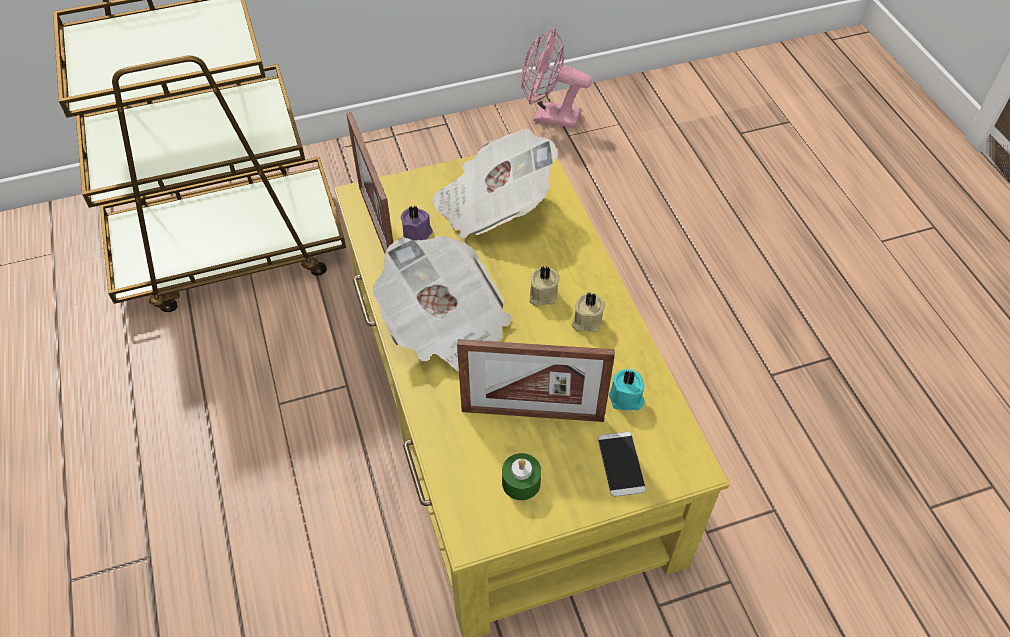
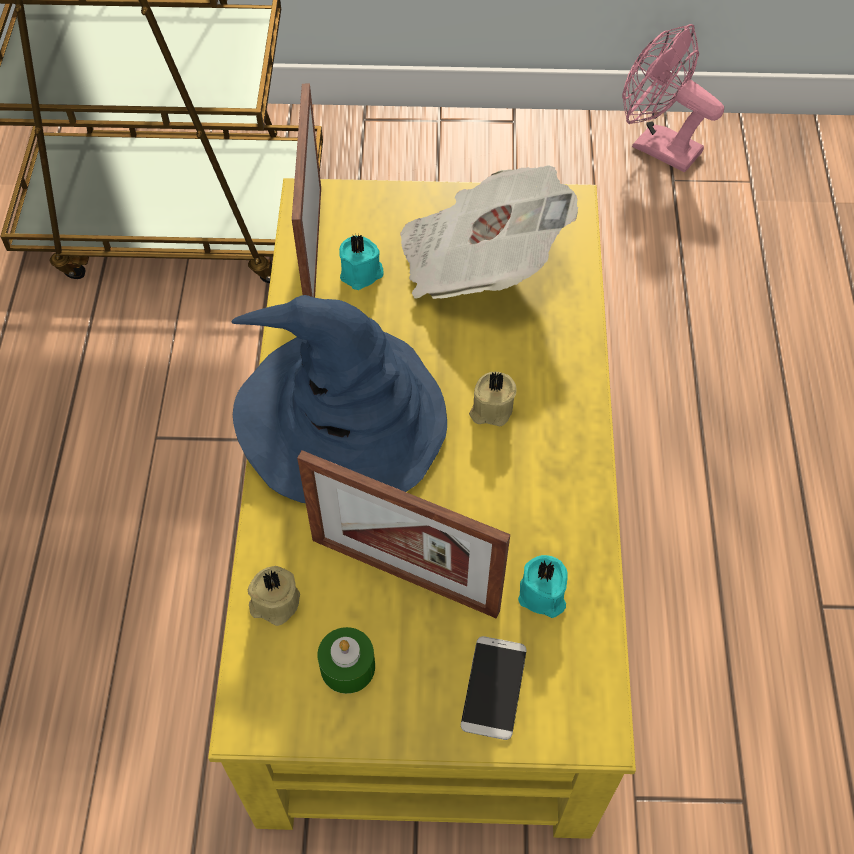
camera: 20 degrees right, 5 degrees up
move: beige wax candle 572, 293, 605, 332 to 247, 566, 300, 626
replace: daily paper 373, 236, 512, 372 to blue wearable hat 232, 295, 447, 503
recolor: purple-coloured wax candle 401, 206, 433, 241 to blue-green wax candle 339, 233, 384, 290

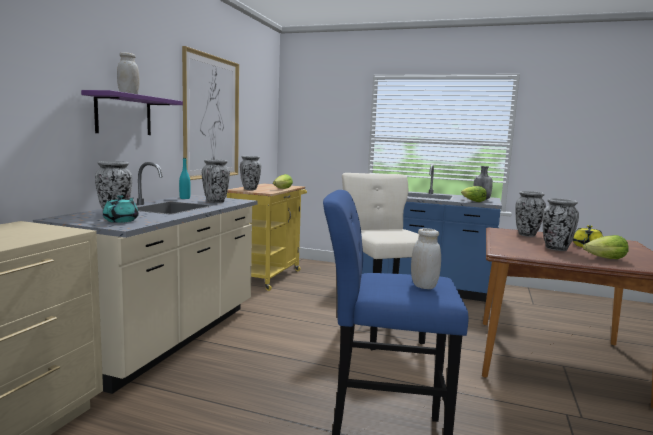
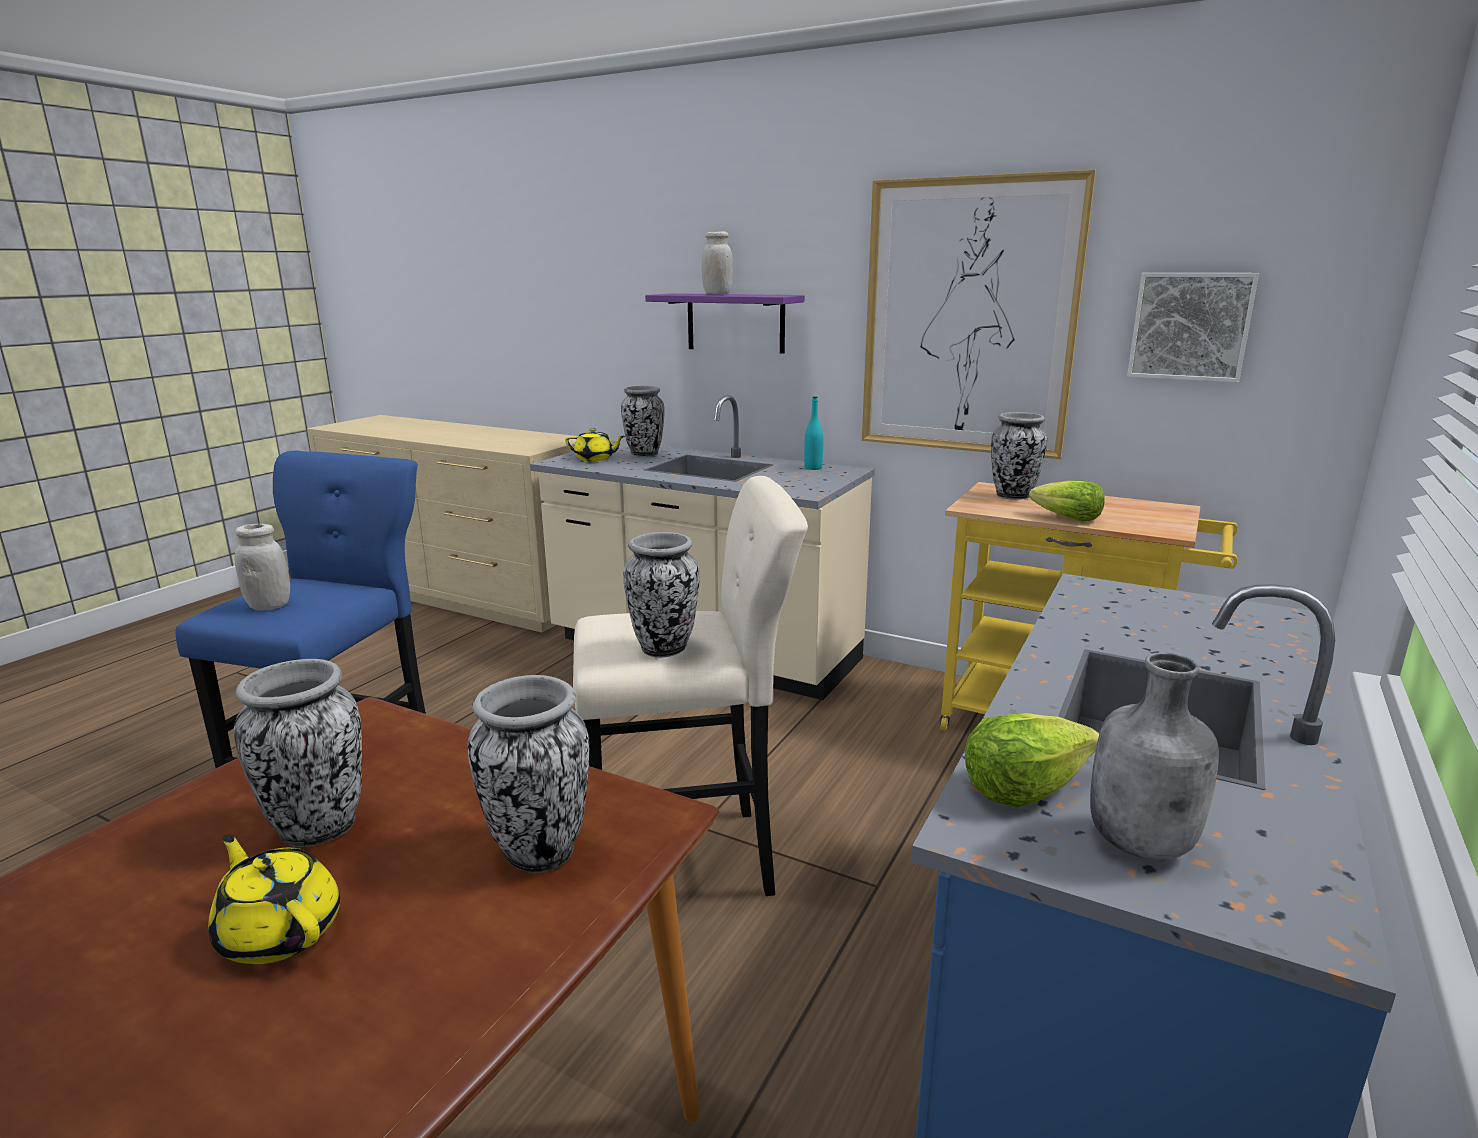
camera: 100 degrees right, 10 degrees up
delete: lettuce head 583, 235, 629, 259
insert: picture 1127, 273, 1259, 383
move: flower vase 202, 159, 230, 203 to 623, 532, 700, 658
recolor: blue-green tea pot 103, 195, 139, 223 to yellowish tea pot 565, 428, 625, 461

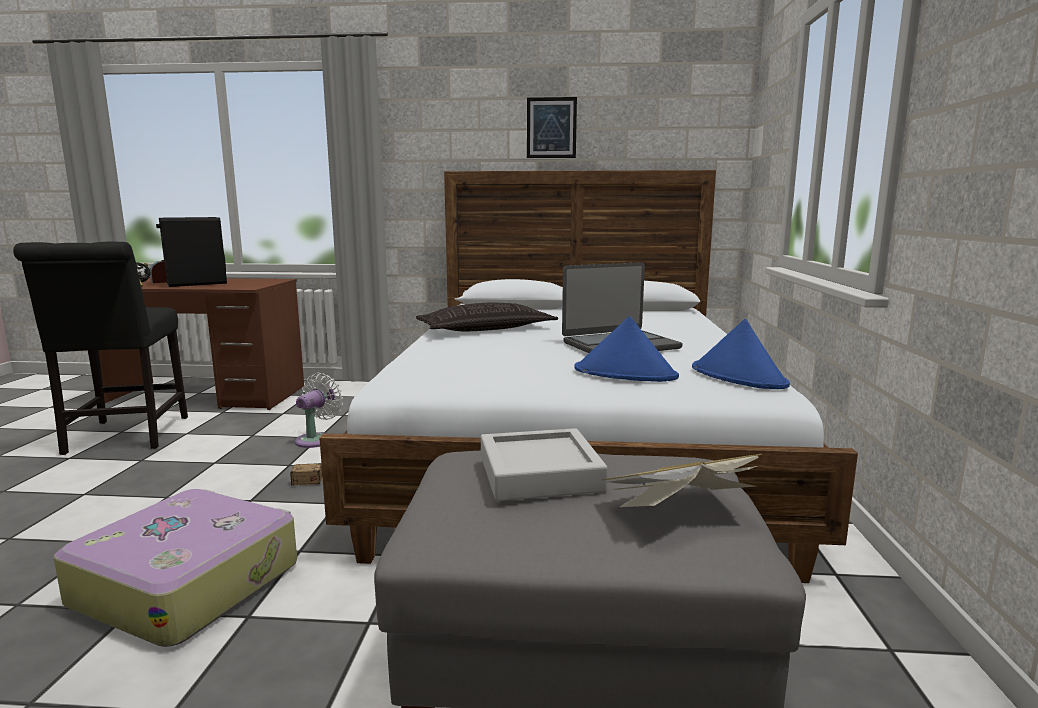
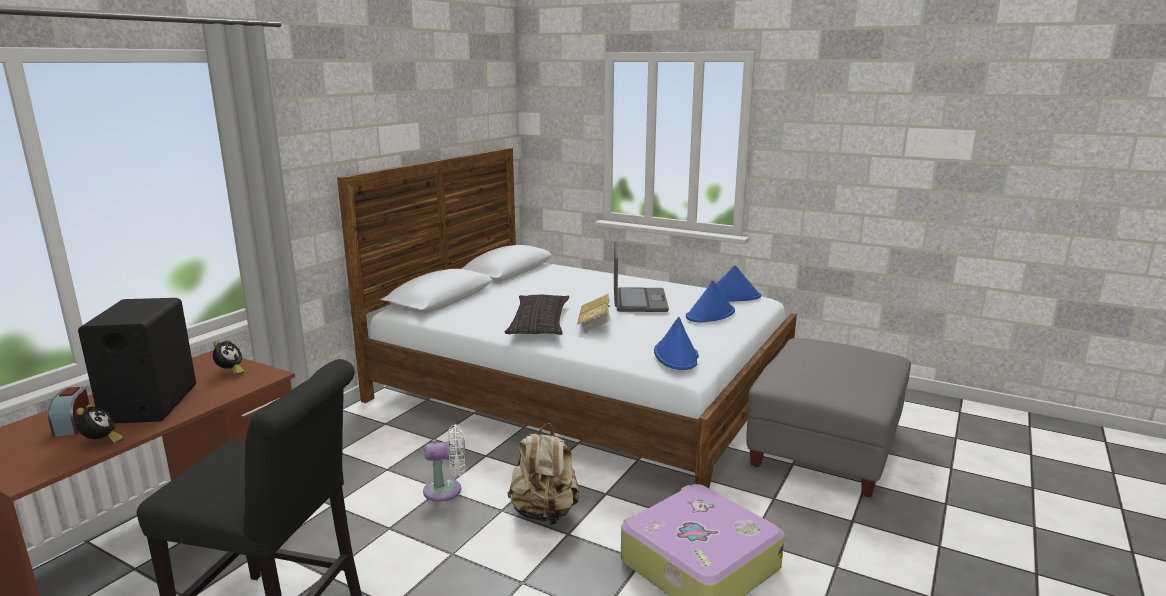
camera: 65 degrees left, 5 degrees up
delete: gray tray 481, 428, 608, 501; picture 527, 97, 577, 158
insert: alarm clock 213, 340, 245, 375; blue wearable hat 654, 317, 699, 370
move: book 602, 454, 762, 507 to 577, 293, 611, 332
replace: storage box 247, 439, 323, 486 to beige rucksack 507, 423, 579, 525
rotate: white-coloured fan 295, 373, 343, 448 = 423, 424, 465, 502 120 degrees clockwise

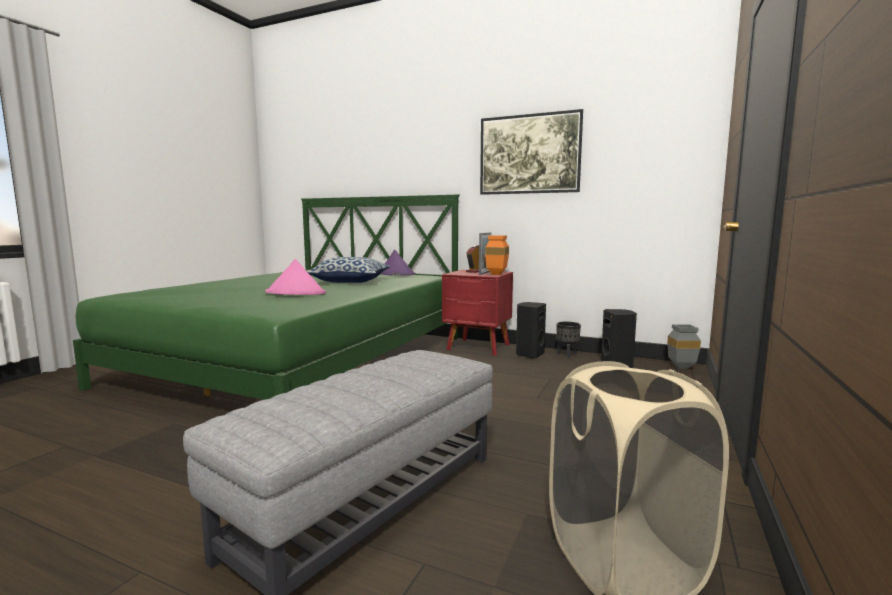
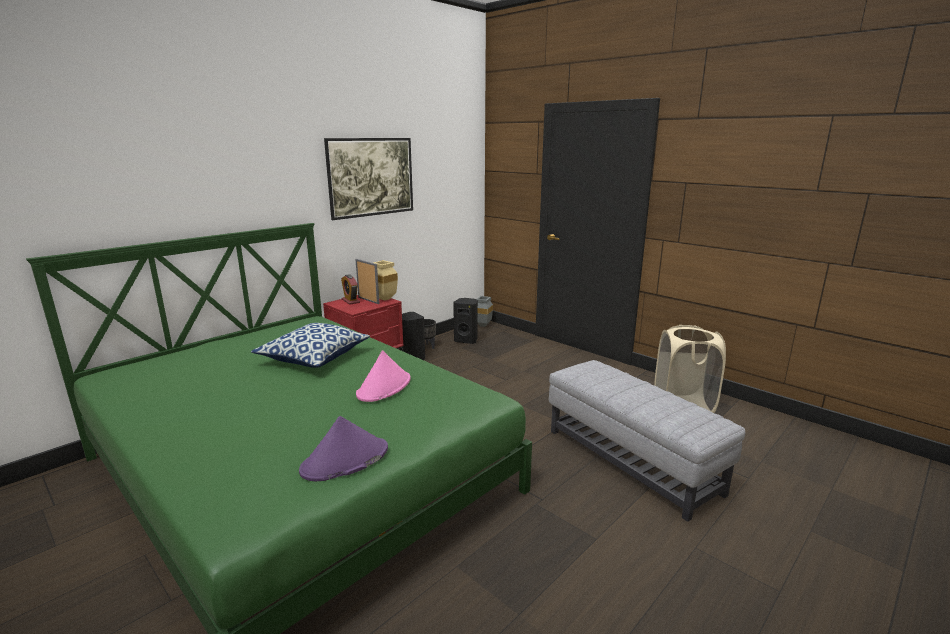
camera: 70 degrees left, 10 degrees up
move: purple-coloured wearable hat 380, 250, 415, 276 to 299, 416, 388, 481
recolor: orange-coloured flower vase 485, 235, 509, 275 to beige flower vase 373, 260, 398, 300

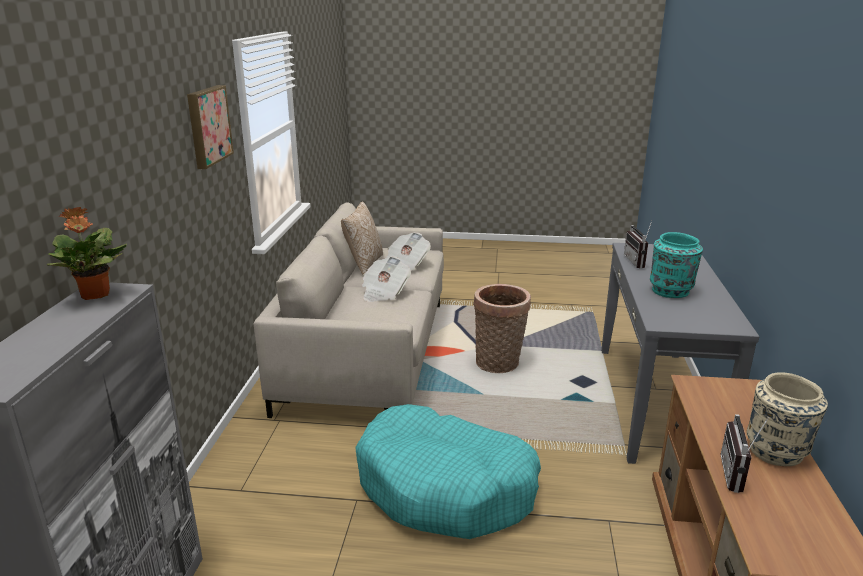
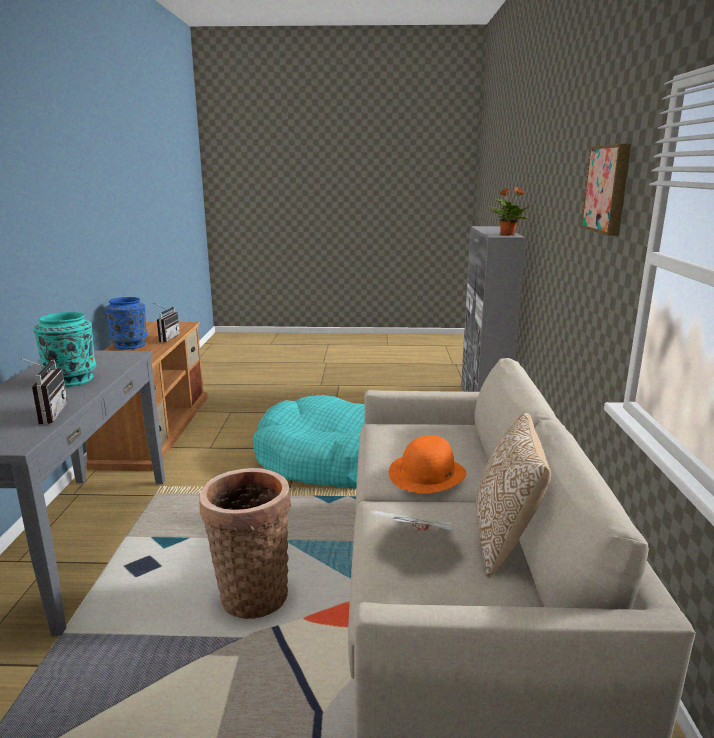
camera: 175 degrees right, 5 degrees down
replace: daily paper 361, 256, 411, 302 to orange-coloured wearable hat 389, 435, 466, 493
recolor: beige flower vase 747, 372, 828, 466 to blue flower vase 105, 297, 147, 349

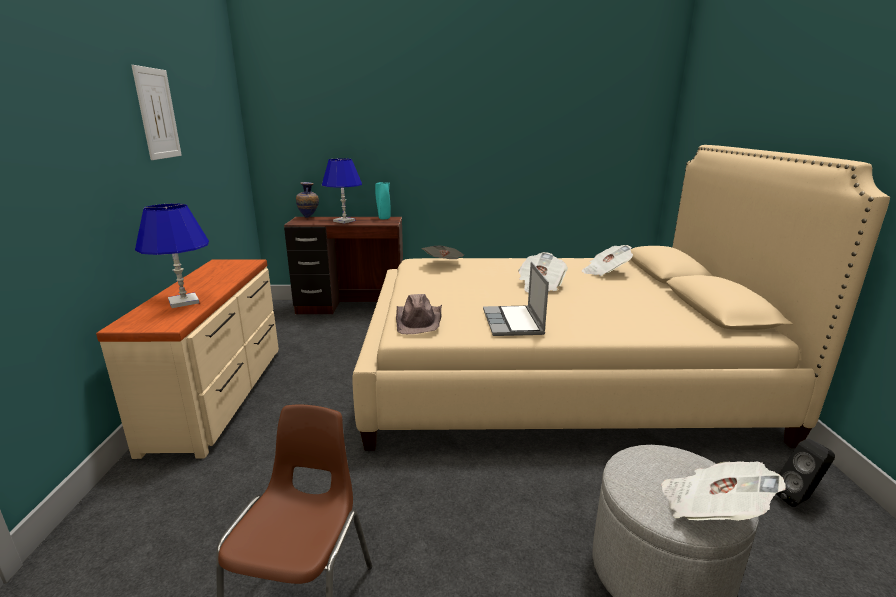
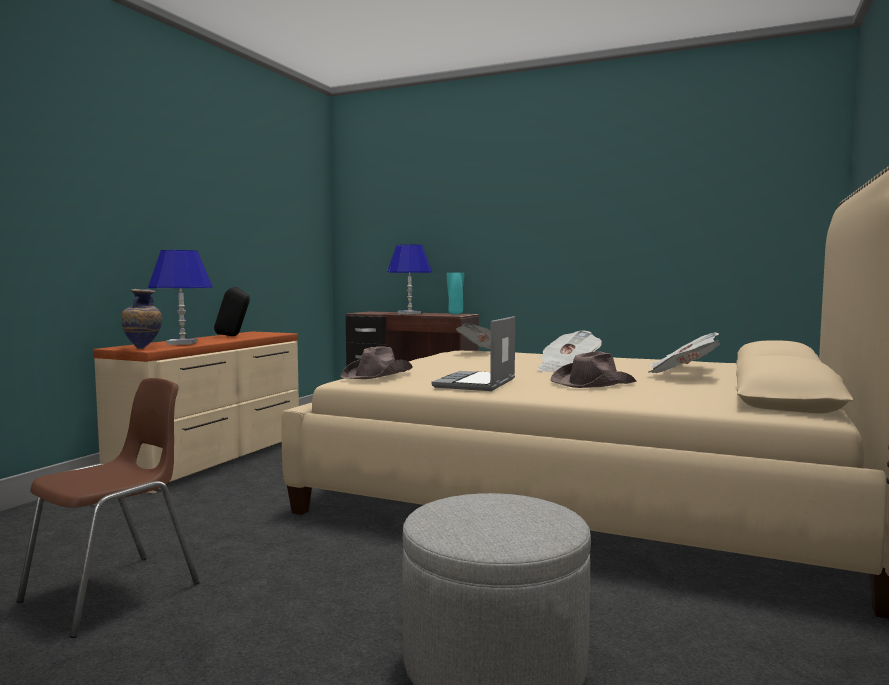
camera: 25 degrees right, 15 degrees down
delete: picture 131, 65, 182, 160
insert: brown-coloured wearable hat 550, 351, 637, 388
move: flower vase 296, 182, 319, 218 to 121, 289, 162, 349; daily paper 661, 461, 786, 521 to 648, 340, 721, 373; black-coloured audio speaker 776, 439, 835, 507 to 214, 287, 250, 336

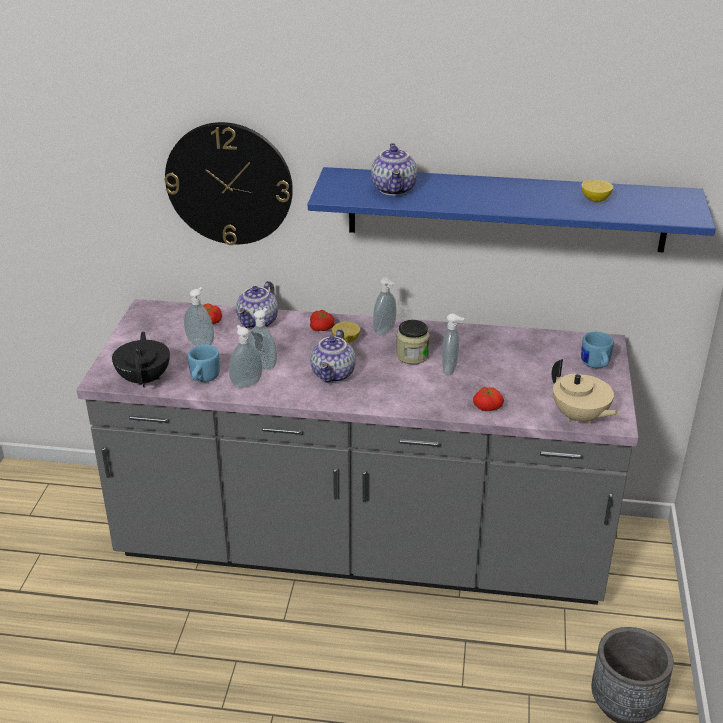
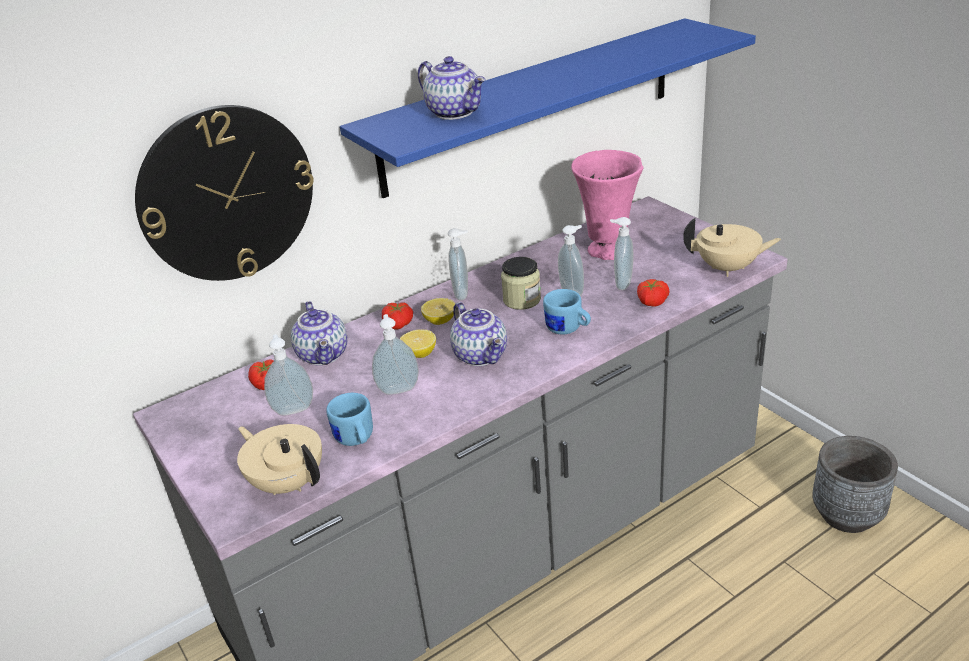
camera: 40 degrees left, 0 degrees up
insert: pinkish flower vase 571, 150, 643, 260
move: liquid soap bottle 229, 325, 263, 388 to 610, 217, 633, 290; citrus fruit 581, 180, 613, 202 to 400, 329, 436, 358; blue tea mug 581, 332, 614, 368 to 543, 289, 591, 334
recolor: black-coloured tea pot 112, 332, 170, 387 to beige tea pot 237, 424, 322, 495

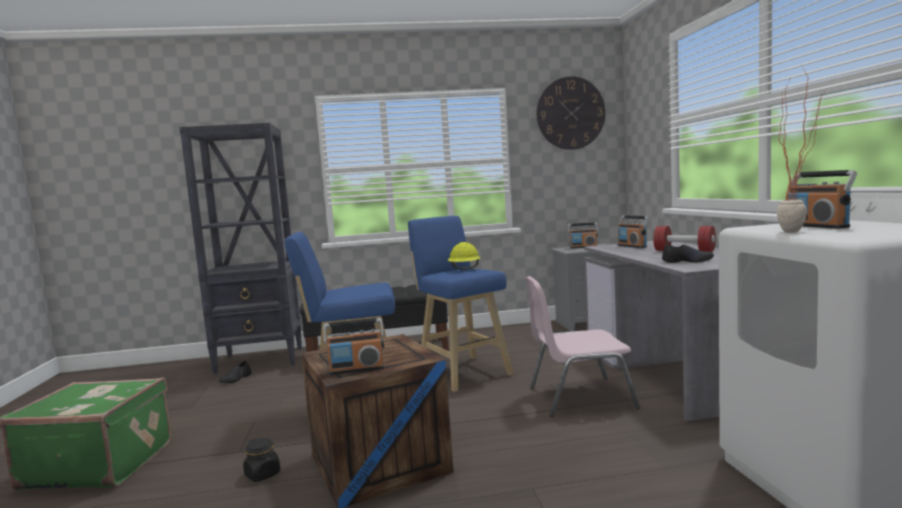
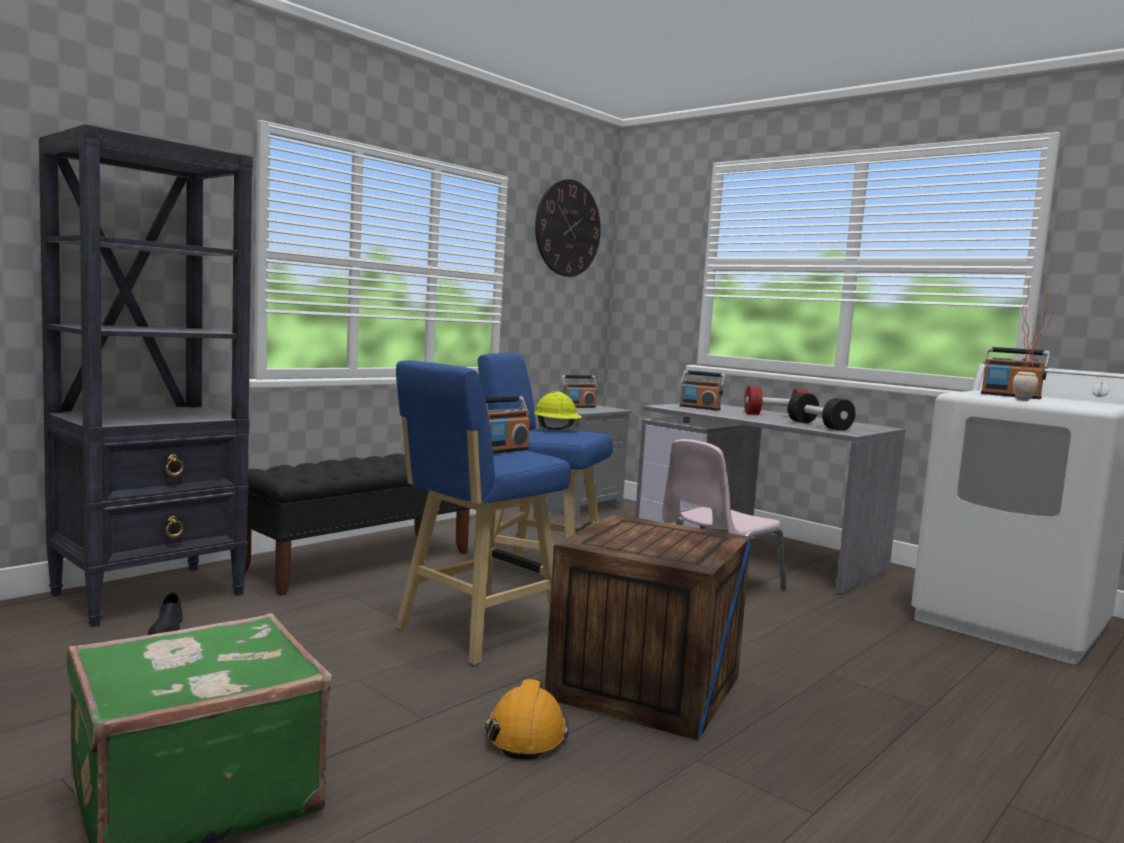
camera: 40 degrees left, 0 degrees up
move: radio receiver 323, 318, 384, 375 to 485, 396, 530, 454
replace: black-coloured preserve jar 243, 438, 280, 482 to orange-coloured hard hat 485, 678, 569, 760; black-coloured low shoe 662, 244, 714, 263 to black-coloured dumbbell 788, 393, 855, 431

